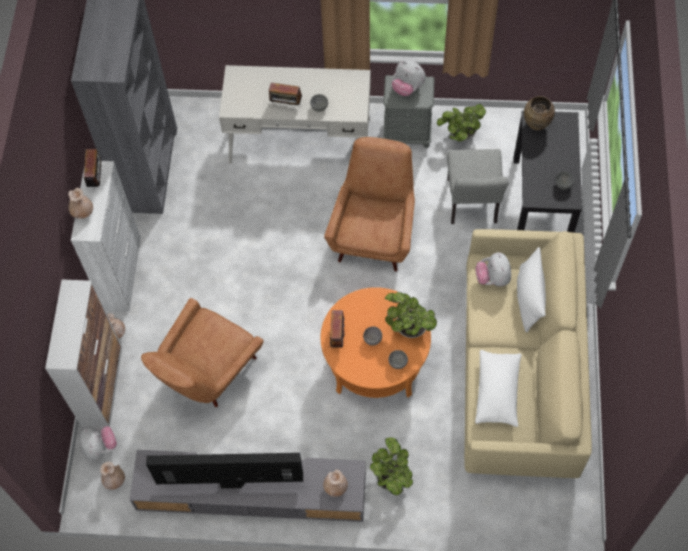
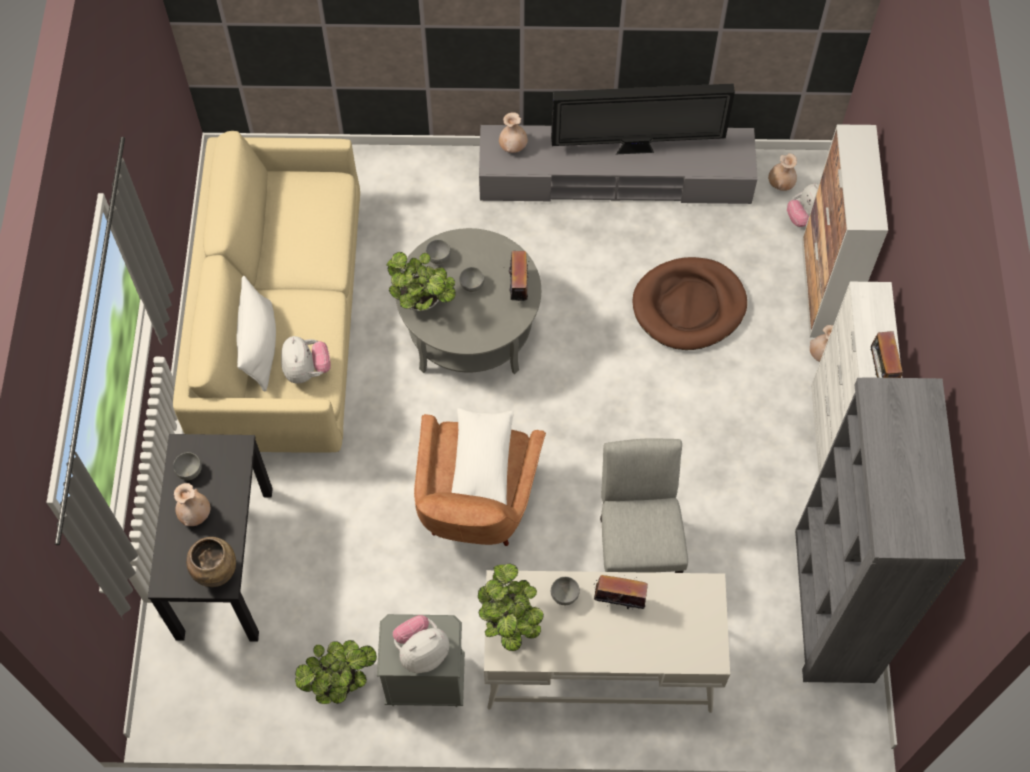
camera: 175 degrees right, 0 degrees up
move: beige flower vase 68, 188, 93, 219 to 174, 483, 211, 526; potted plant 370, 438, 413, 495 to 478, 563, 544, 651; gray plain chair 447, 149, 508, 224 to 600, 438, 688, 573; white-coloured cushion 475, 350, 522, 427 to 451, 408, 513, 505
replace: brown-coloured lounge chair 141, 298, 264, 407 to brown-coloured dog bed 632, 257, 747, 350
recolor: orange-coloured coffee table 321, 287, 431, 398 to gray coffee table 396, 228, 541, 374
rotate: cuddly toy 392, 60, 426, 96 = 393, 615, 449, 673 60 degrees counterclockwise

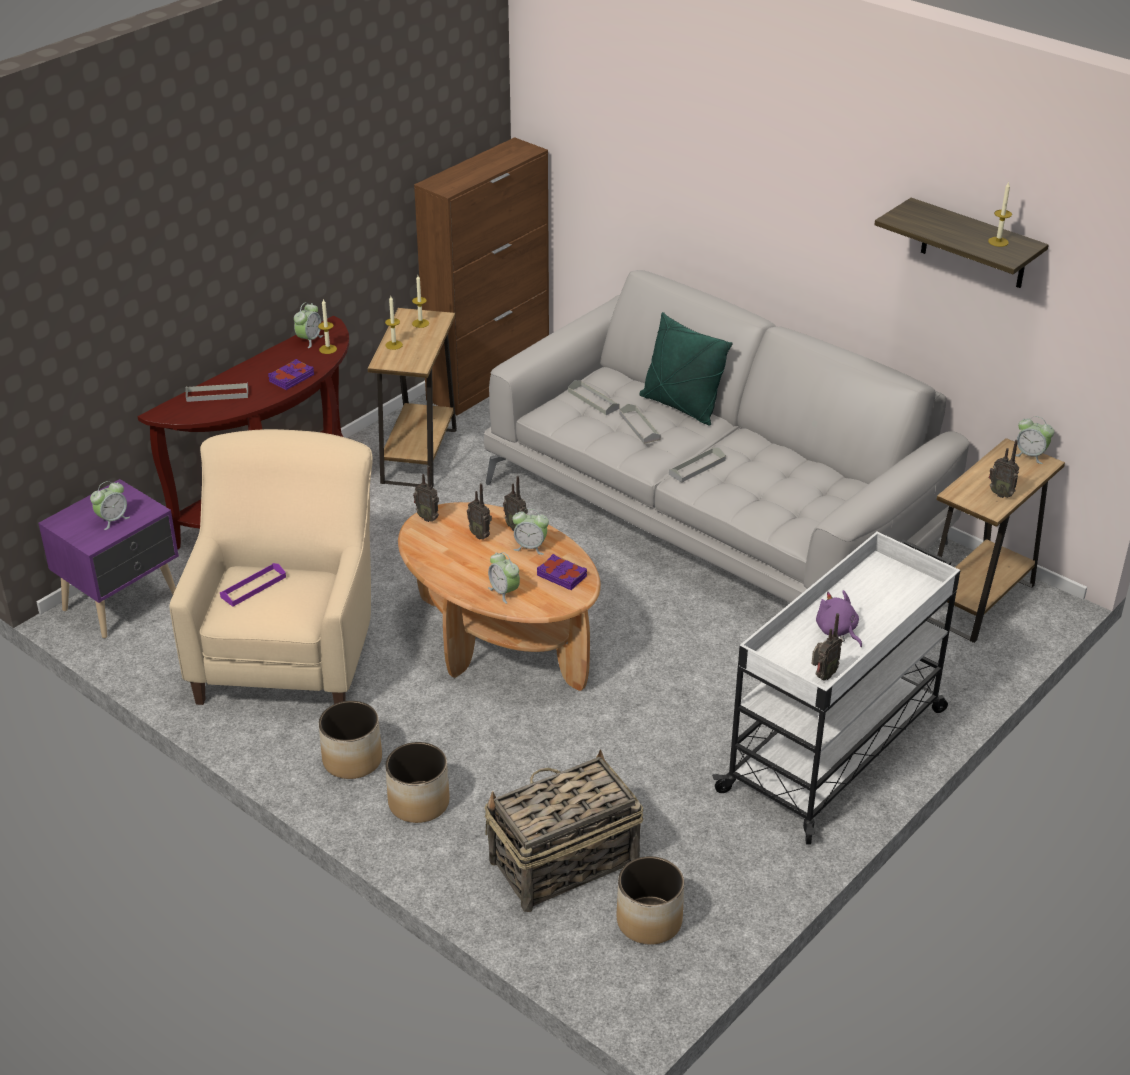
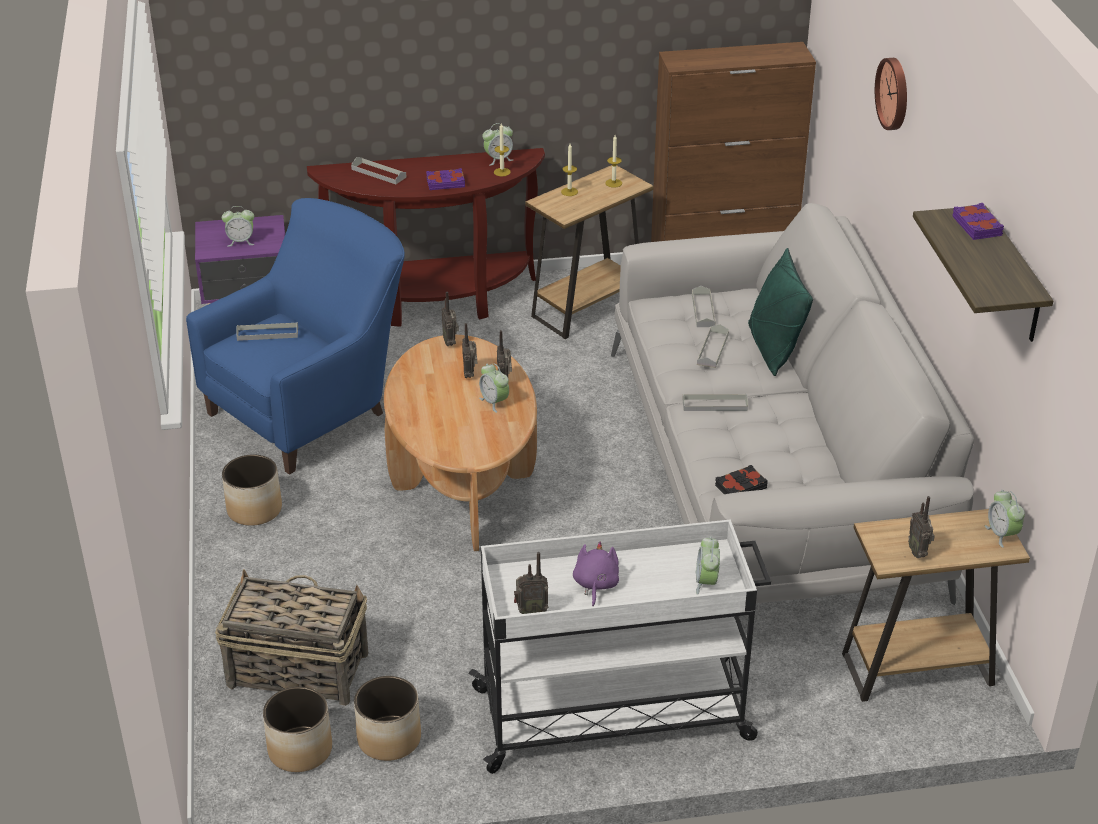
camera: 40 degrees right, 0 degrees up
delete: wax candle 988, 182, 1012, 247
insert: black-coloured book 715, 465, 768, 494; clock on the wall 875, 58, 907, 130
move: plant pot 385, 742, 450, 823 to 354, 676, 421, 761; alarm clock 488, 552, 520, 604 to 696, 536, 720, 595; purple-coloured book 537, 554, 587, 590 to 953, 203, 1004, 240
recolor: beige lounge chair 169, 429, 373, 705 to blue lounge chair 186, 198, 405, 475; purple-coloured tray 220, 563, 286, 607 to gray tray 236, 322, 298, 341

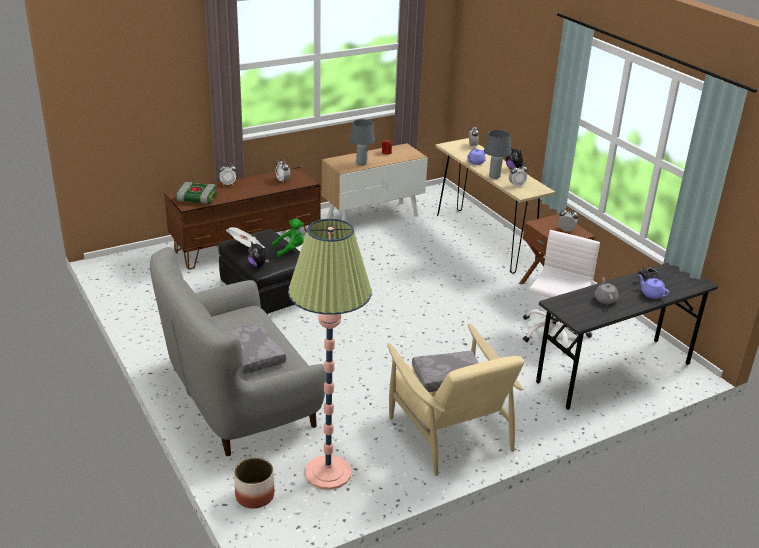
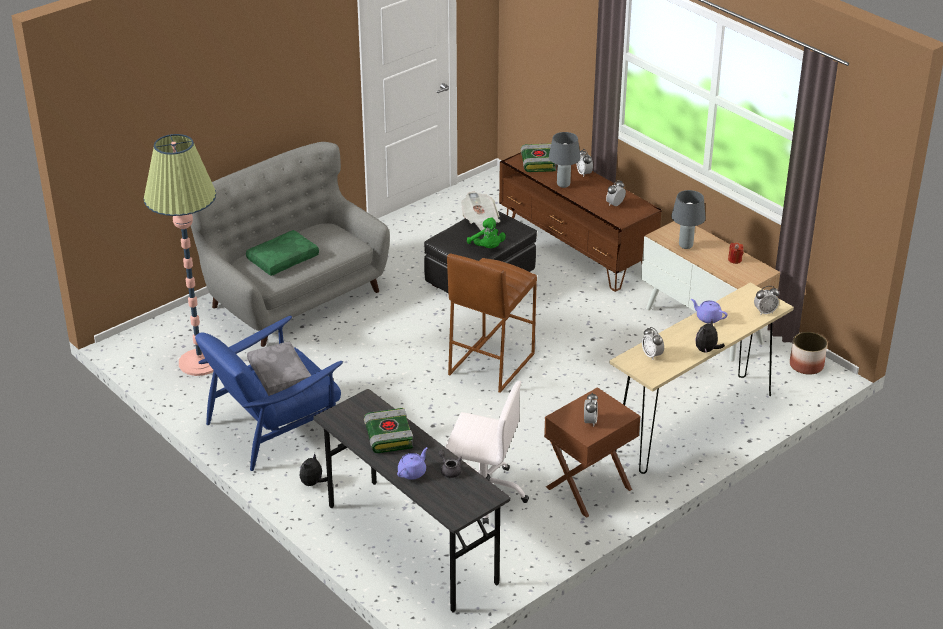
camera: 80 degrees right, 5 degrees up
insert: brown-coloured stool 447, 254, 537, 393
move: plant pot 234, 458, 274, 508 to 790, 332, 827, 375; cuddly toy 247, 241, 269, 267 to 299, 453, 327, 486; gray tabletop lamp 484, 130, 511, 179 to 549, 132, 581, 188
replace: gray tea pot 595, 277, 619, 304 to book 364, 408, 413, 453
recolor: gray cushion 226, 323, 286, 374 to greenish cushion 246, 230, 319, 276; beige lounge chair 387, 323, 524, 476 to blue lounge chair 195, 316, 343, 471

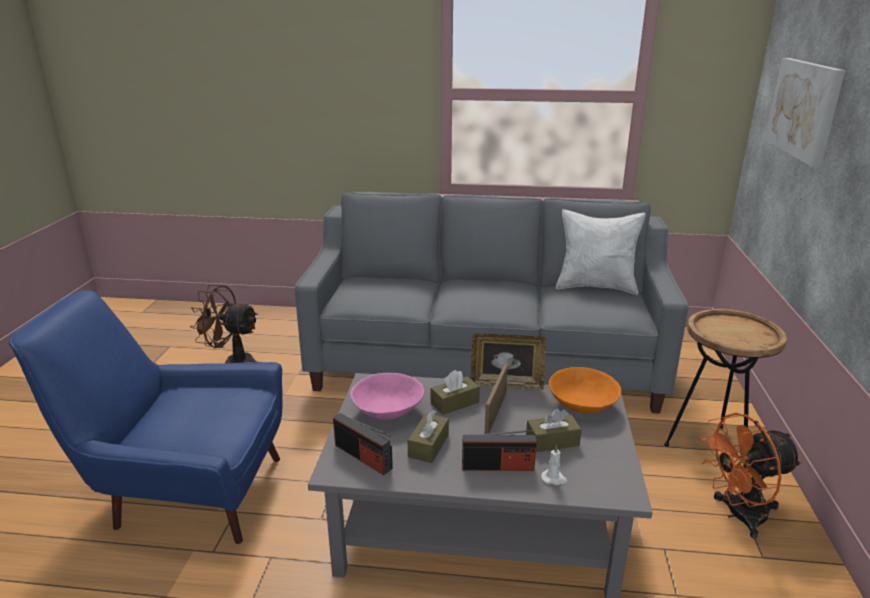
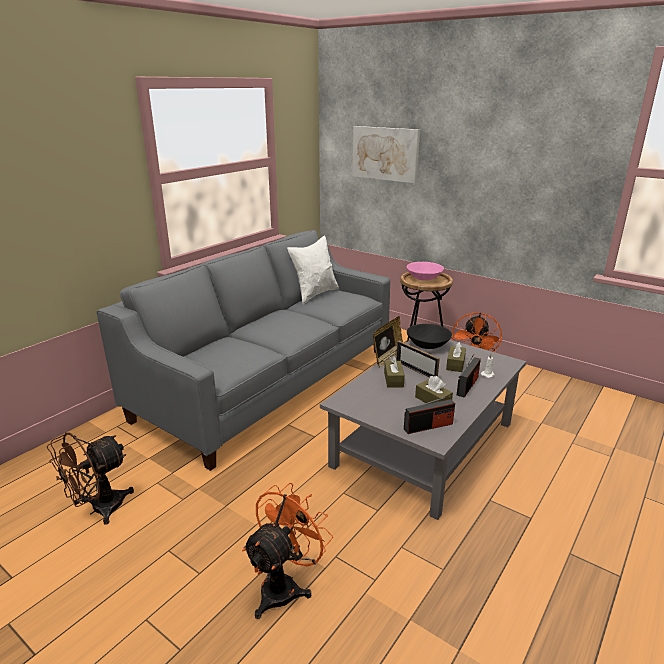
camera: 60 degrees left, 0 degrees up
move: pinkish bowl 350, 373, 424, 420 to 407, 262, 444, 281
replace: blue lounge chair 9, 290, 283, 544 to orange-coloured fan 242, 483, 333, 619
recolor: orange-coloured bowl 549, 367, 621, 414 to black-coloured bowl 407, 324, 452, 349

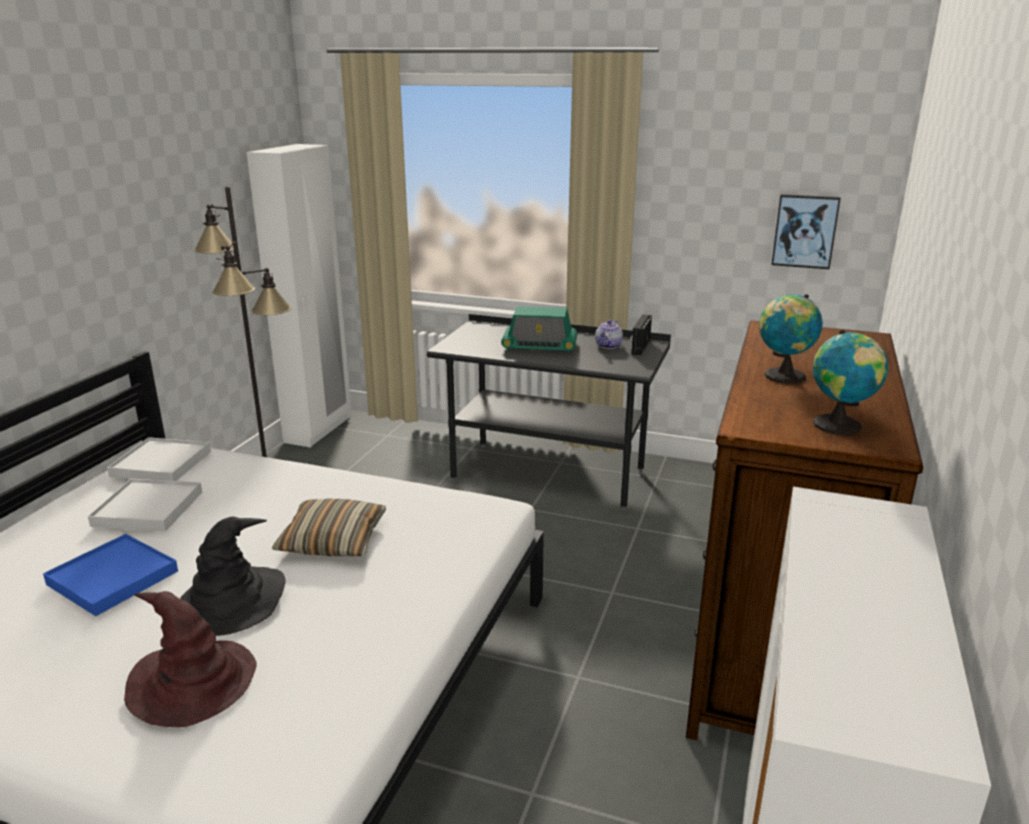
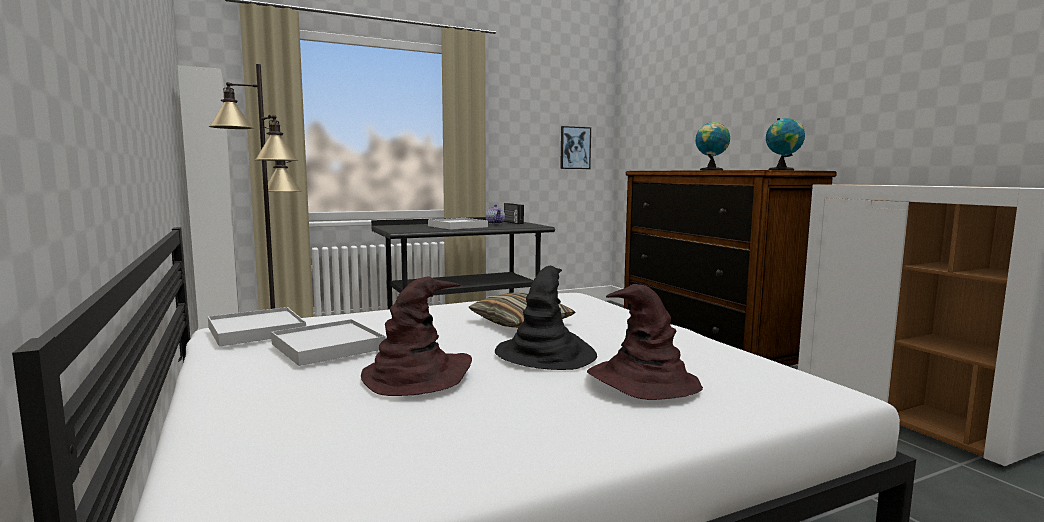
camera: 45 degrees left, 15 degrees down
replace: blue tray 43, 534, 178, 616 to brown-coloured wearable hat 361, 277, 472, 396; radio receiver 501, 306, 577, 353 to white-coloured tray 428, 218, 488, 230

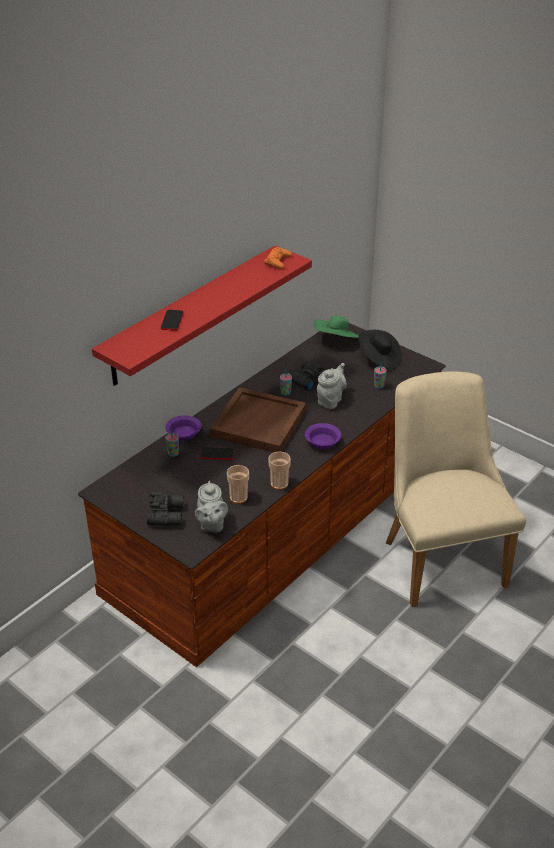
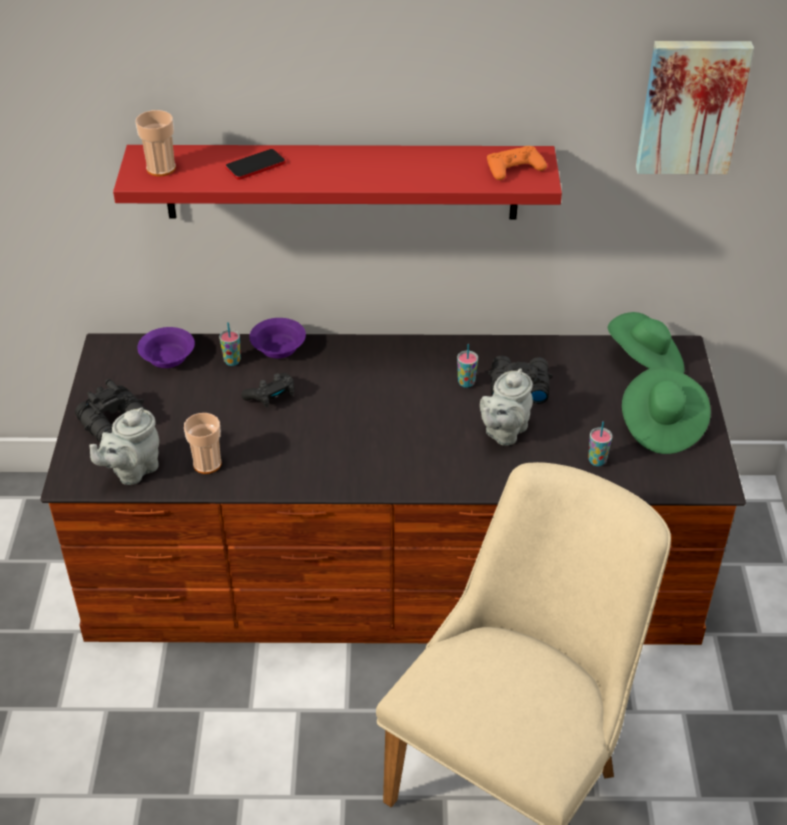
camera: 50 degrees right, 5 degrees up
delete: brown-coloured tray 210, 387, 306, 453
insert: picture 636, 41, 754, 174
move: cup 268, 452, 291, 490 to 135, 110, 176, 177; purple-coloured bowl 305, 423, 341, 449 to 137, 327, 195, 368
replace: phone 200, 447, 234, 460 to black-coloured joypad 241, 373, 295, 408
recolor: black-coloured wearable hat 359, 330, 402, 369 to greenish wearable hat 622, 367, 711, 454
rotate: gray tea pot 317, 363, 347, 409 = 480, 368, 533, 446 135 degrees clockwise

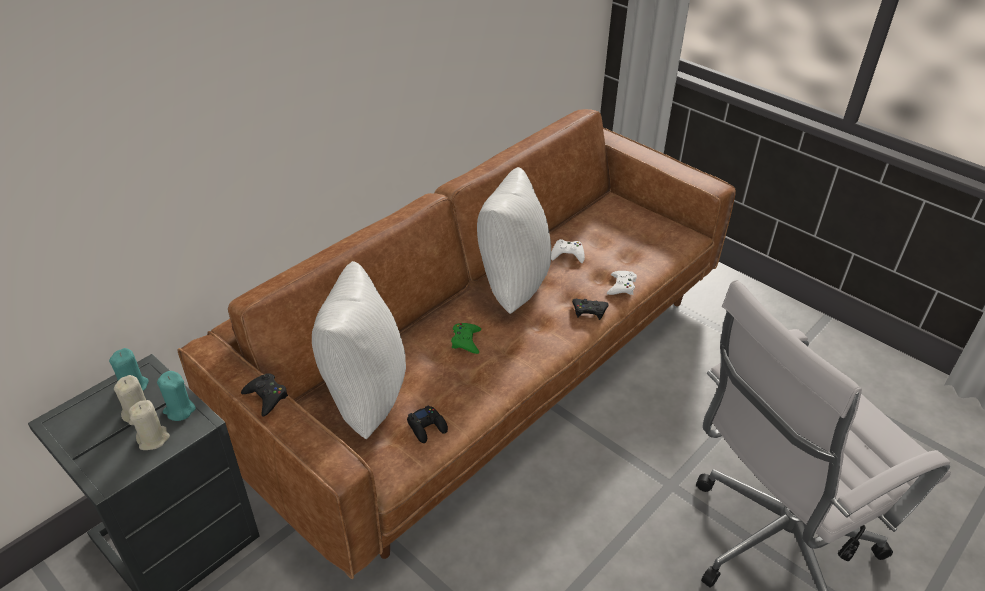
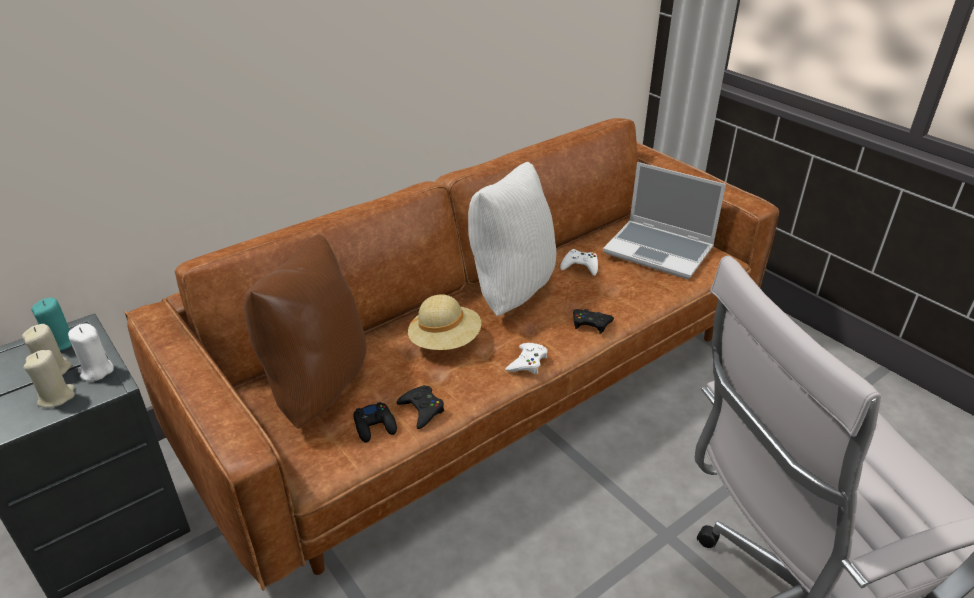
camera: 10 degrees right, 5 degrees down
insert: laptop 603, 162, 726, 279
move: black-coloured joypad 241, 373, 288, 417 to 397, 385, 444, 429; white-coloured joypad 607, 271, 637, 295 to 505, 343, 548, 374
replace: greenish joypad 451, 323, 481, 354 to beige wearable hat 408, 294, 481, 350
recolor: blue-green wax candle 157, 371, 196, 421 to white-coloured wax candle 68, 323, 114, 381; white-coloured cushion 312, 261, 406, 439 to brown-coloured cushion 244, 234, 366, 429

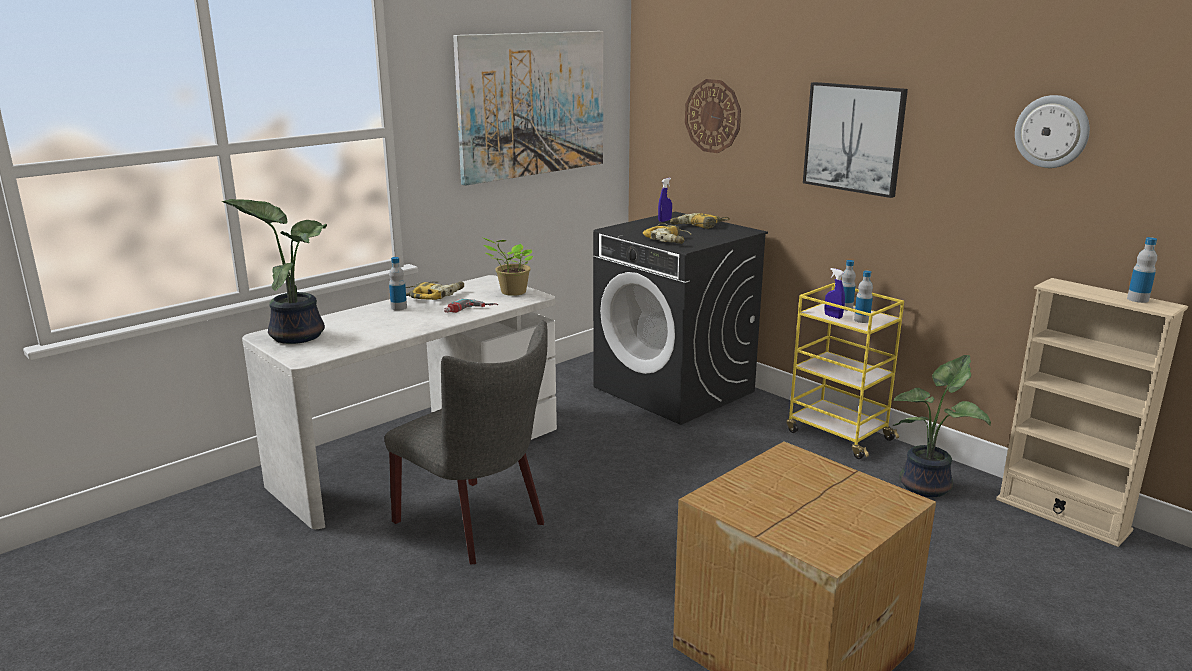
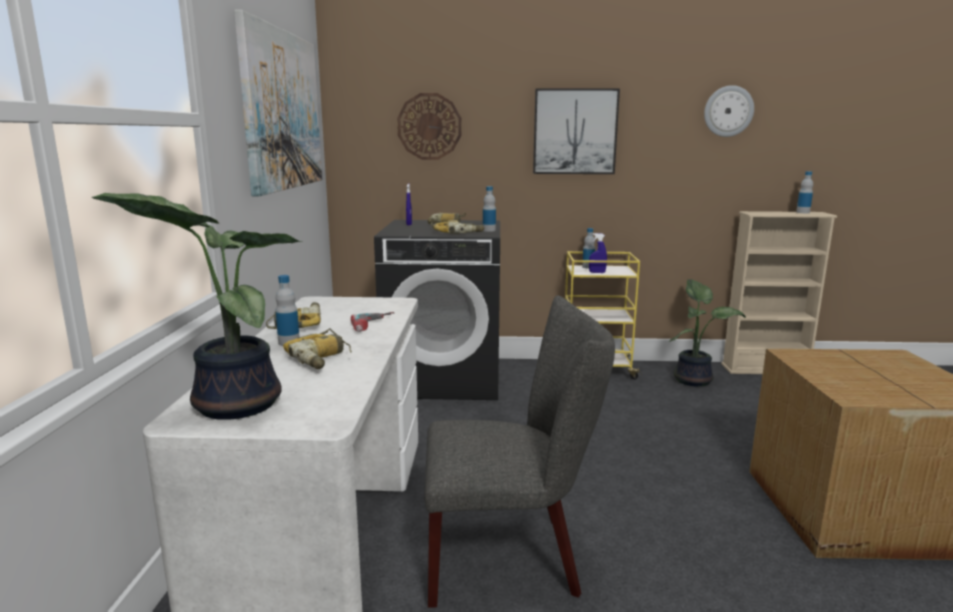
camera: 45 degrees left, 5 degrees down
delete: potted plant 481, 237, 533, 296
insert: power drill 283, 328, 352, 369
move: beverage bottle 854, 271, 873, 323 to 483, 186, 496, 232

